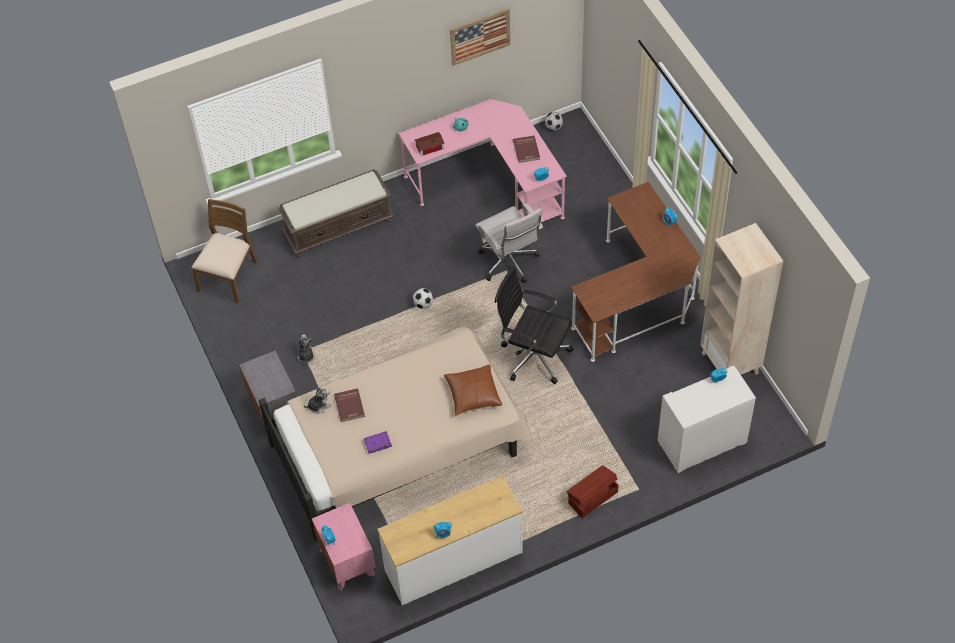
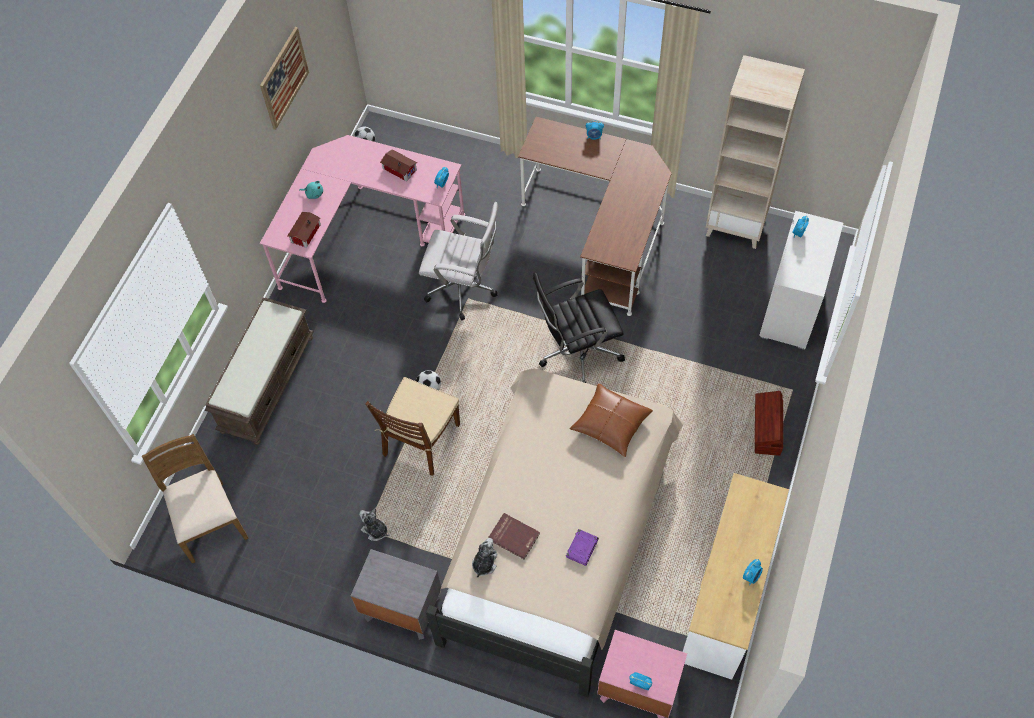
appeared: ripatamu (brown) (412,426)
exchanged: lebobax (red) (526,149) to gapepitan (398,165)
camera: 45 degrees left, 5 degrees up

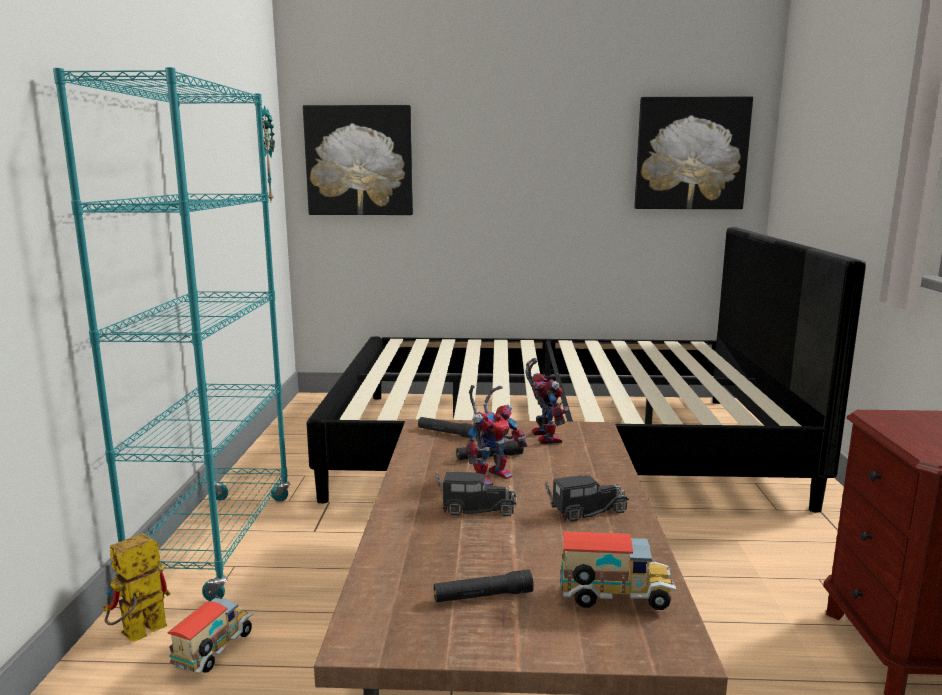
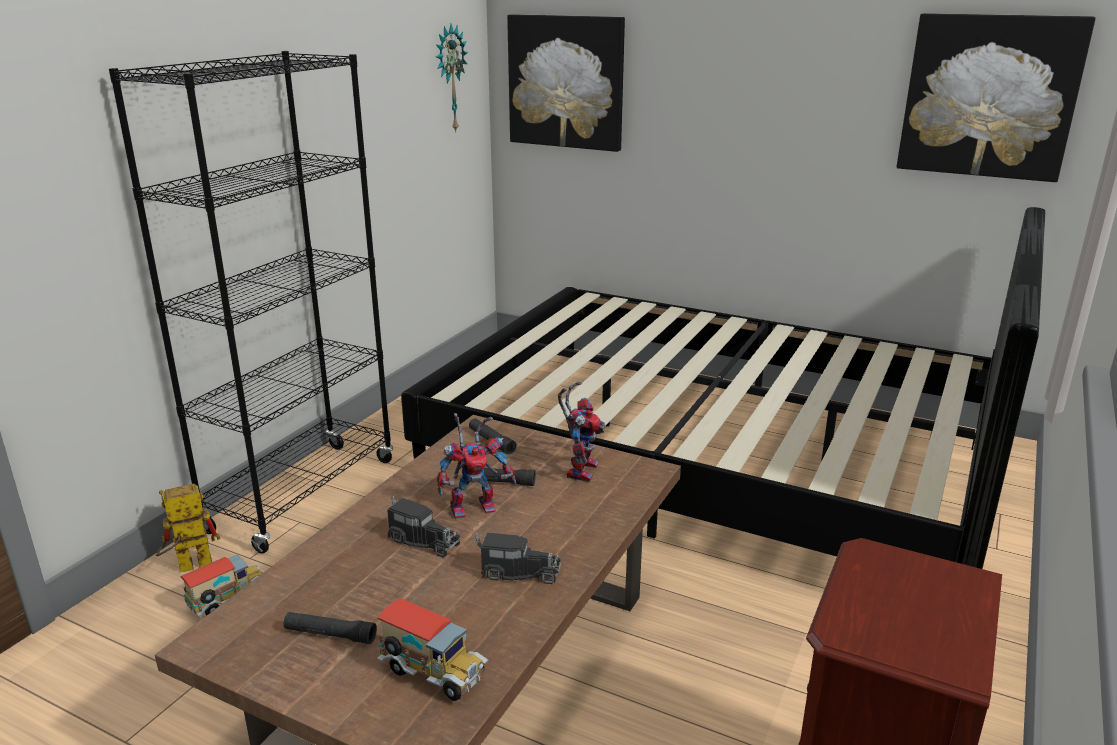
colour: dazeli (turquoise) (171,334) to dazeli (black) (251,302)
camera: 25 degrees right, 10 degrees up

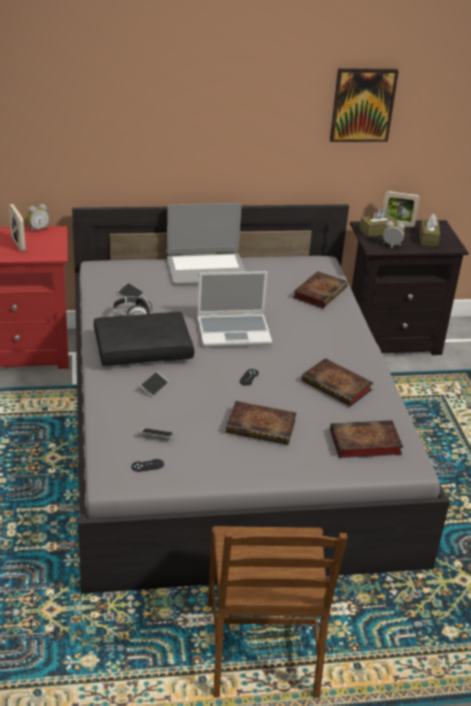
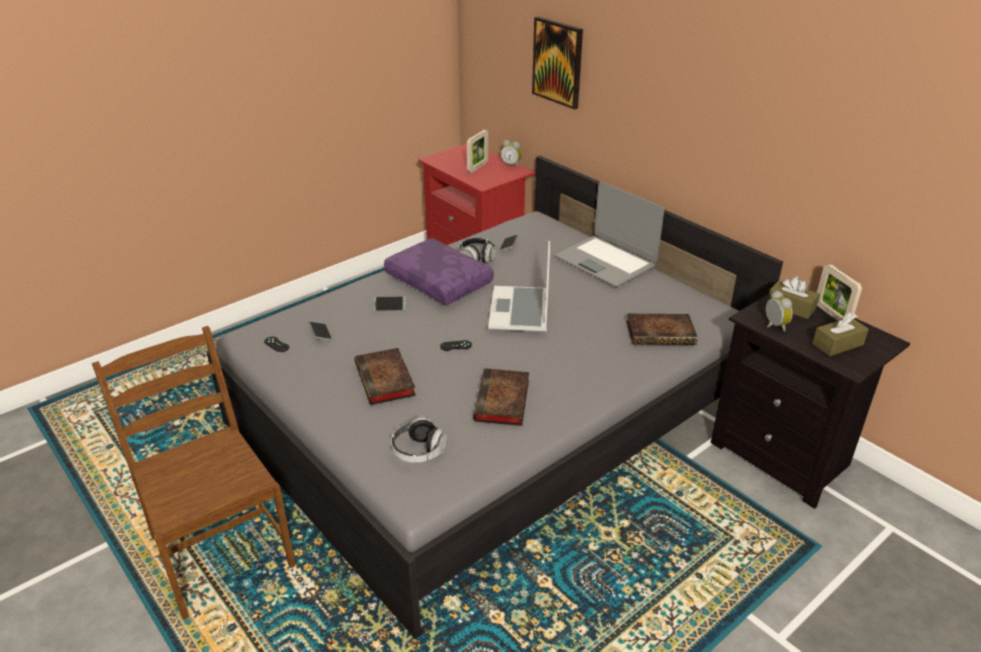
relocated: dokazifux (364,105) to (557,63)
exchanged: lebobax (366,439) to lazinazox (419,440)
colour: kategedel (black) (144,339) to kategedel (purple) (439,271)
spun: ripatamu (brown) (277,612) = (194,473) 90 degrees clockwise; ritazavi (234,309) = (519,286) 45 degrees clockwise
camera: 60 degrees right, 0 degrees up

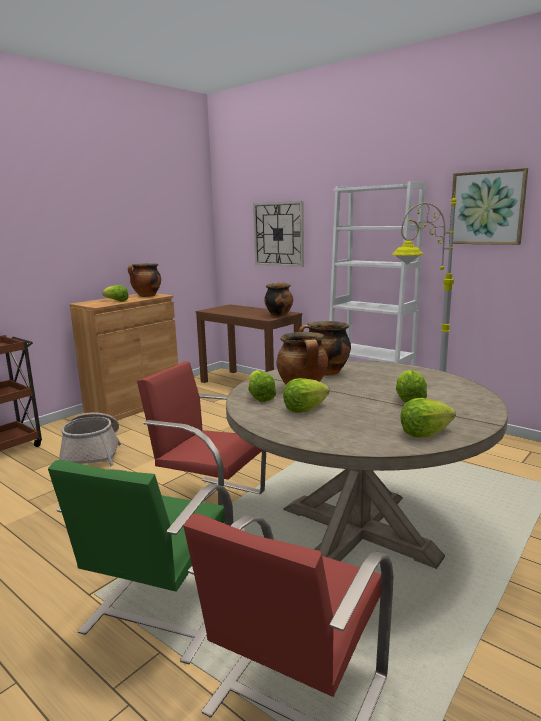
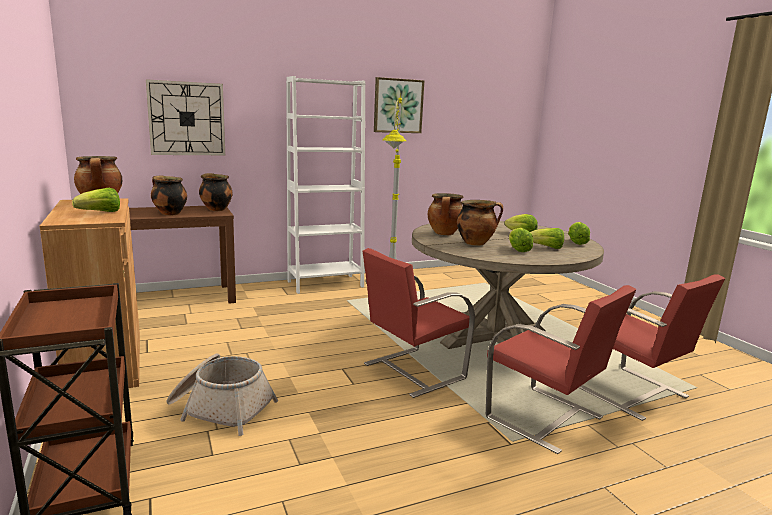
appeared: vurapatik (169,195)
relocated: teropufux (262,386) to (547,238)
colour: ripatamu (green) (140,562) to ripatamu (red) (561,369)
camera: 65 degrees left, 0 degrees up

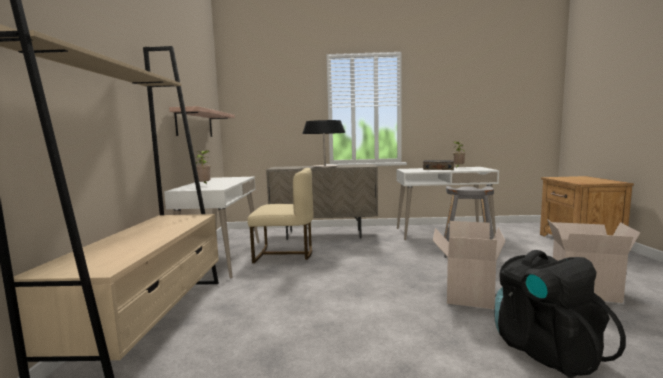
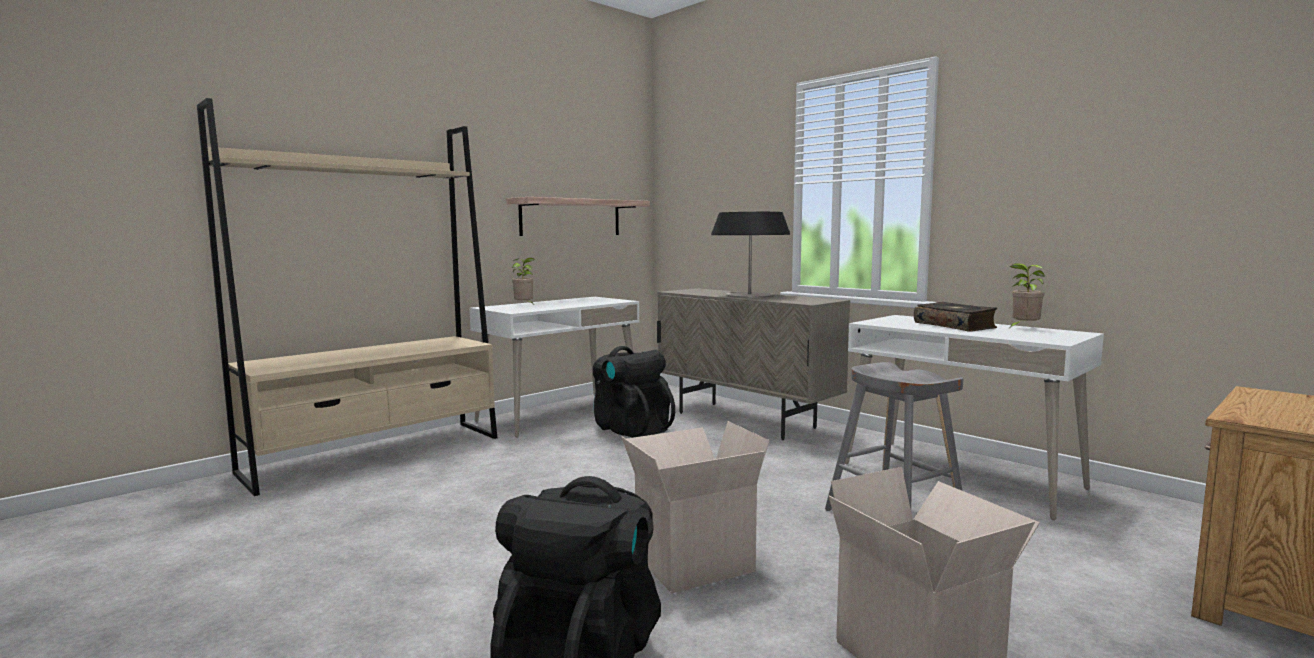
exchanged: ripatamu (beige) (280,215) to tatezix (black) (634,392)
camera: 45 degrees right, 0 degrees up

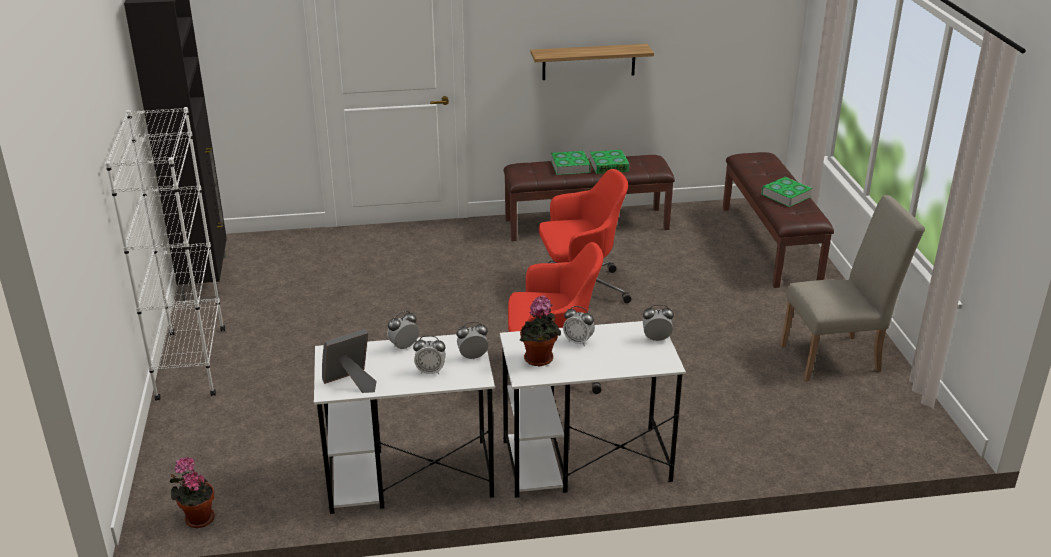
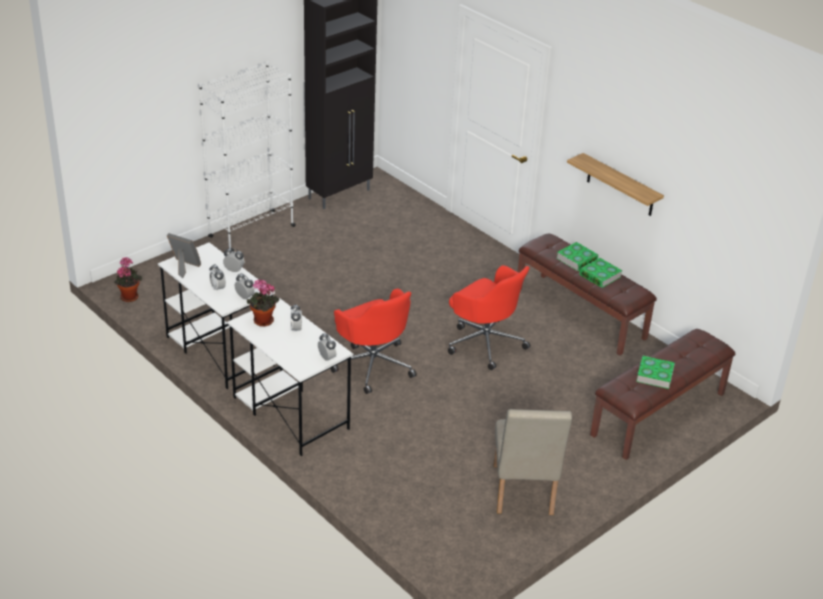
spun: ripatamu (beige) (852,288) = (533,462) 45 degrees clockwise
camera: 55 degrees right, 5 degrees up

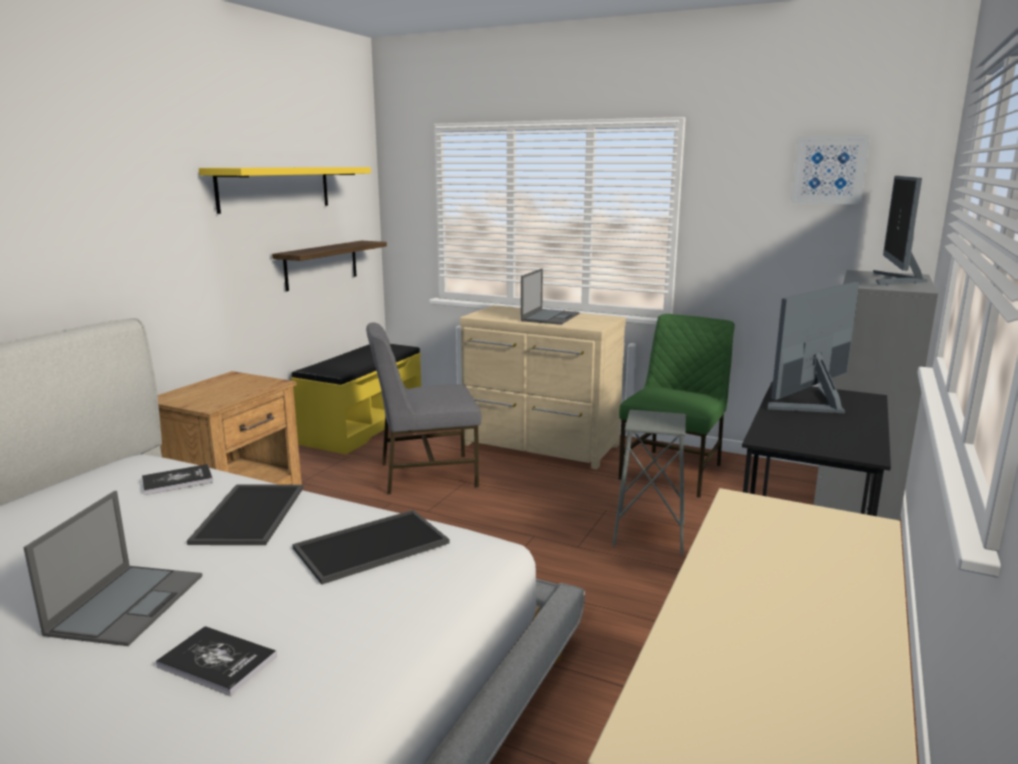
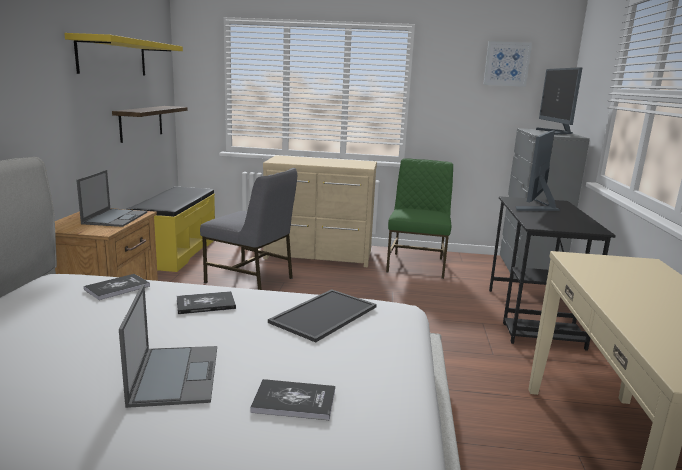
missing: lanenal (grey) (649,482)
relocated: ritazavi (550,297) to (111,198)
exchanged: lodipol (245,514) to lebobax (206,302)
spun: ripatamu (grey) (424,408) = (248,229) 120 degrees counterclockwise
camera: 20 degrees left, 0 degrees up

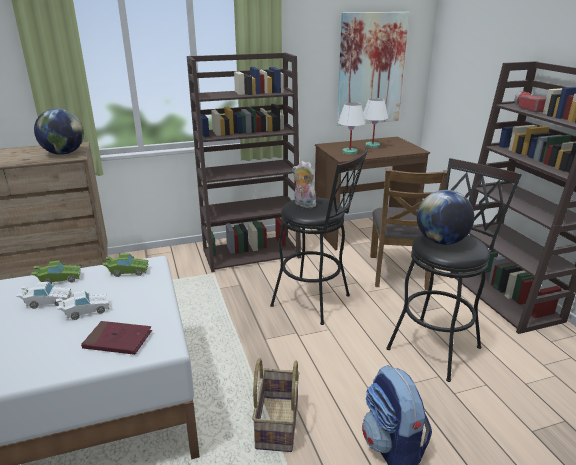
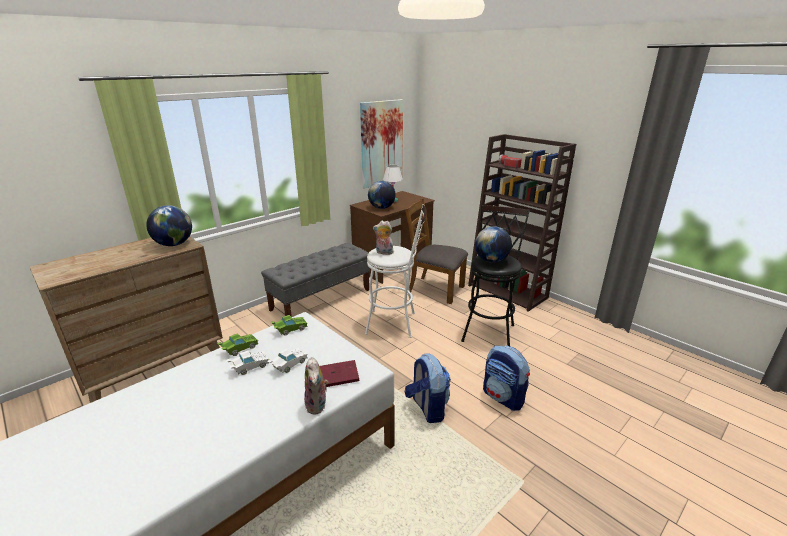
appeared: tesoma (316,385)
exchanged: dazeli (brown) (244,162) to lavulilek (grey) (315,280); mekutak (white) (352,128) to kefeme (382,195); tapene (275,405) to tatezix (428,388)
colour: lanenal (black) (319,236) to lanenal (white) (396,271)
spun: ripatamu (brown) (408,229) = (436,251) 135 degrees clockwise
camera: 25 degrees left, 0 degrees up

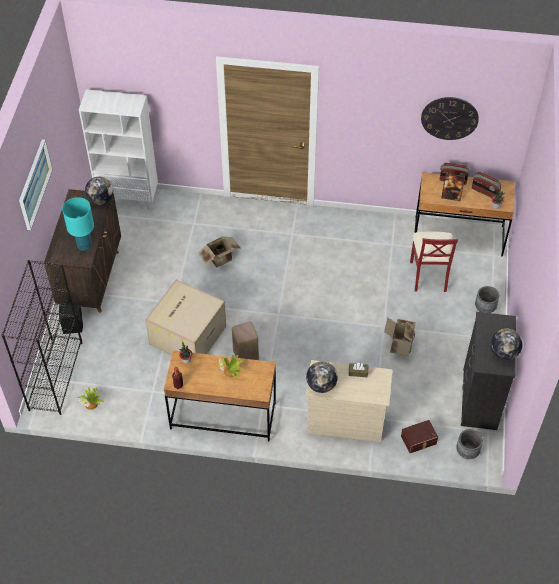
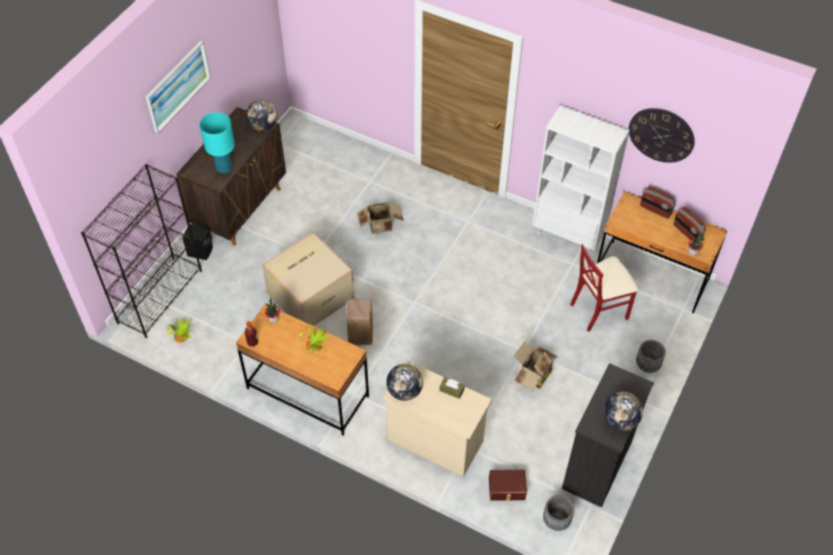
missing: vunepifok (453,187)
relocated: dazeli (white) (118,150) to (581,179)
spun: ripatamu (red) (434,261) = (604,288) 45 degrees clockwise
camera: 20 degrees right, 0 degrees up

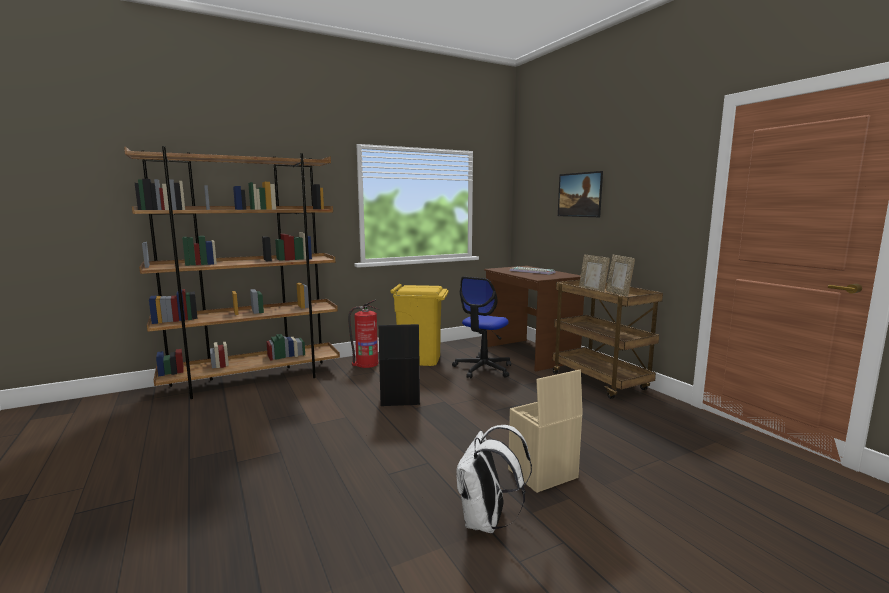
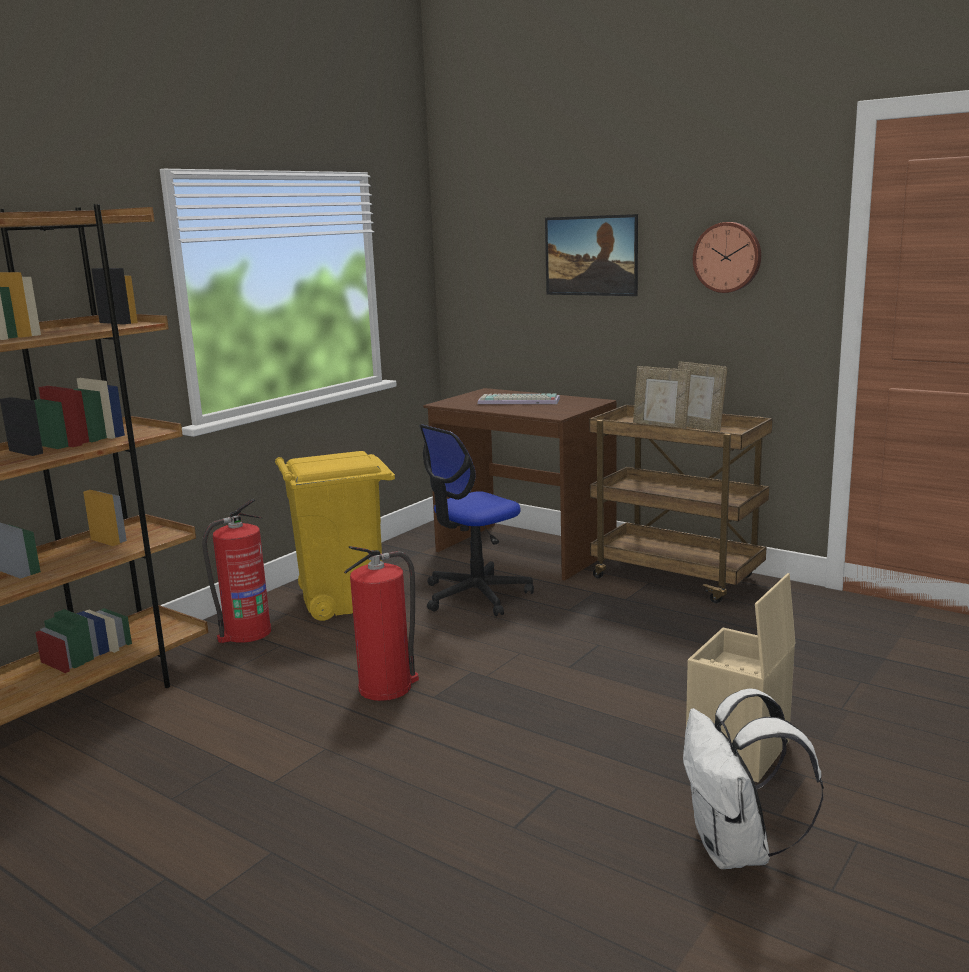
appeared: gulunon (727,257)
exchanged: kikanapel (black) (399,365) to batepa (381,623)
spun: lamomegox (481,327) = (476,520) 45 degrees clockwise
camera: 25 degrees left, 5 degrees up

